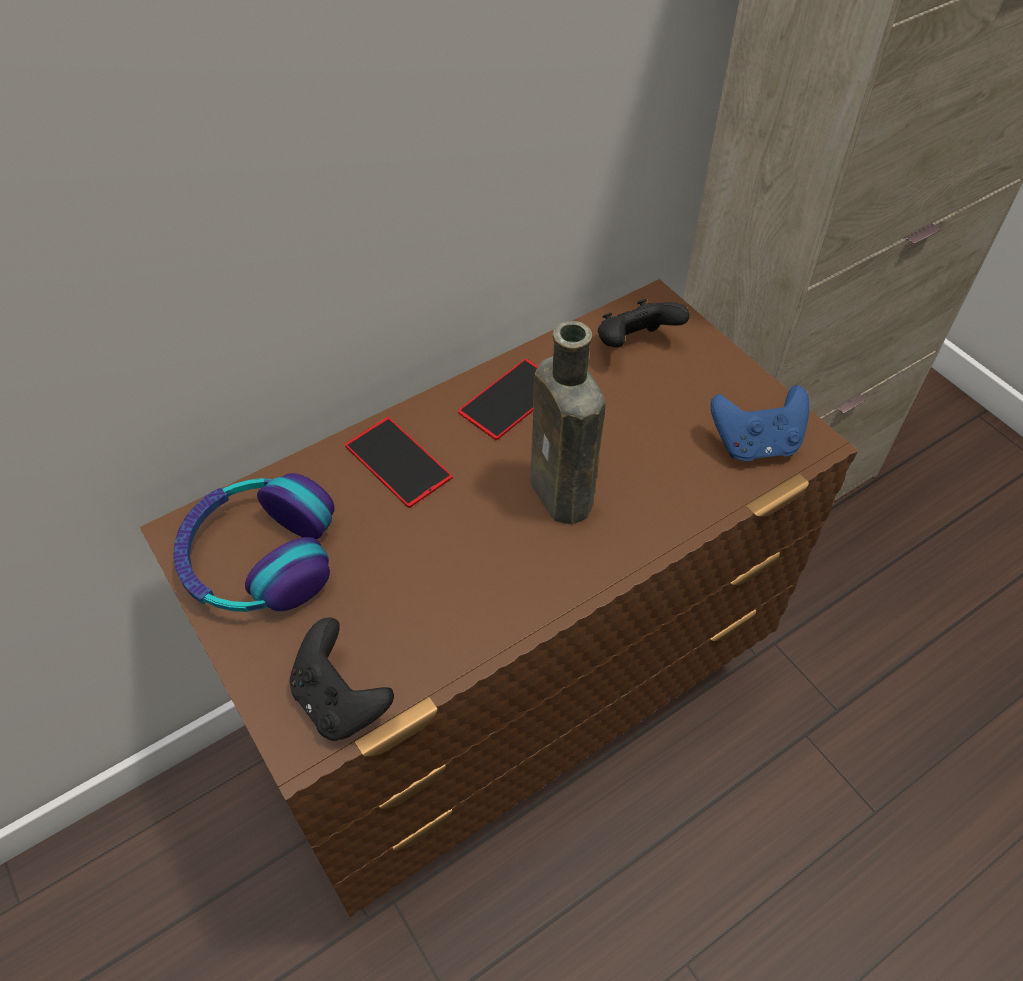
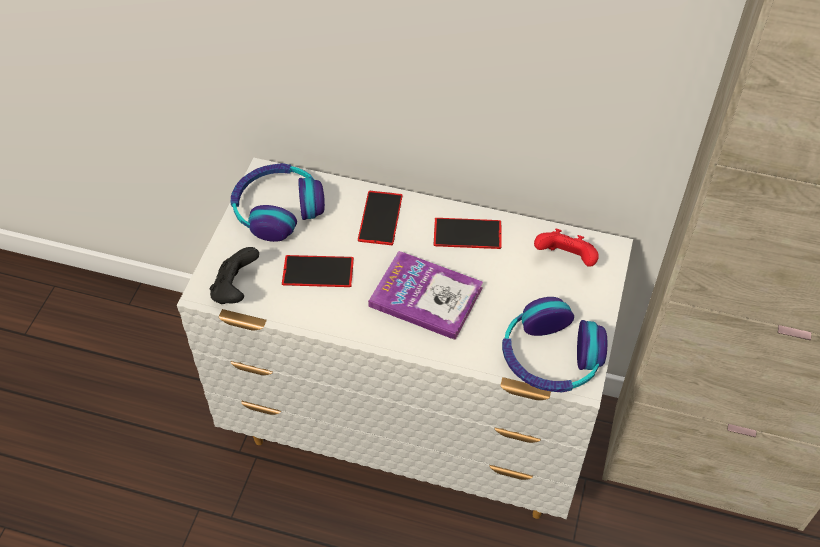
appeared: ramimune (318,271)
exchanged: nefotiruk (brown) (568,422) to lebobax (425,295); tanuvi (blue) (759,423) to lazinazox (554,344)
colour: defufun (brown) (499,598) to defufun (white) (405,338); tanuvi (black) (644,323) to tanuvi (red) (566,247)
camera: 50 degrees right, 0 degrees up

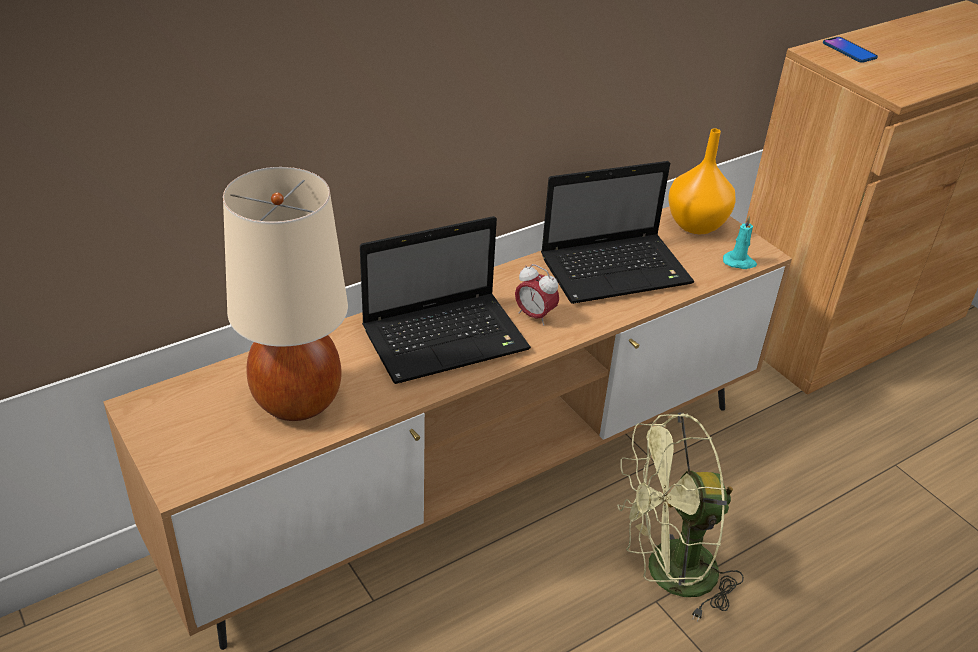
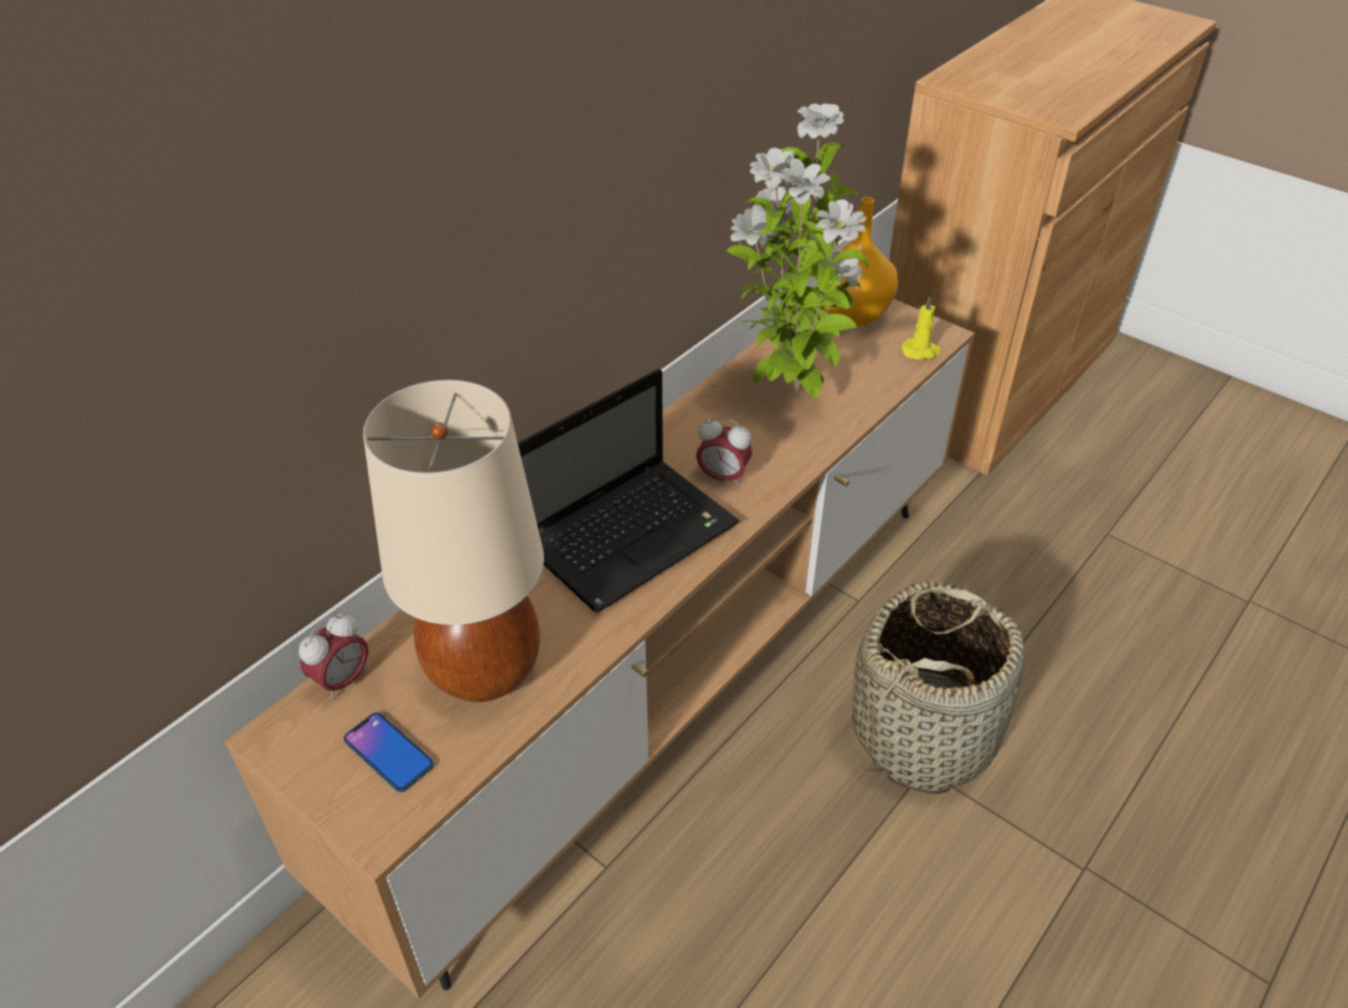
appeared: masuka (333,656)
relocated: ramimune (850,50) to (388,752)
exchanged: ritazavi (617,232) to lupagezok (797,251); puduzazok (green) (680,517) to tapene (938,687)
colour: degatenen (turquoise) (740,242) to degatenen (yellow) (921,328)
camera: 15 degrees left, 5 degrees up

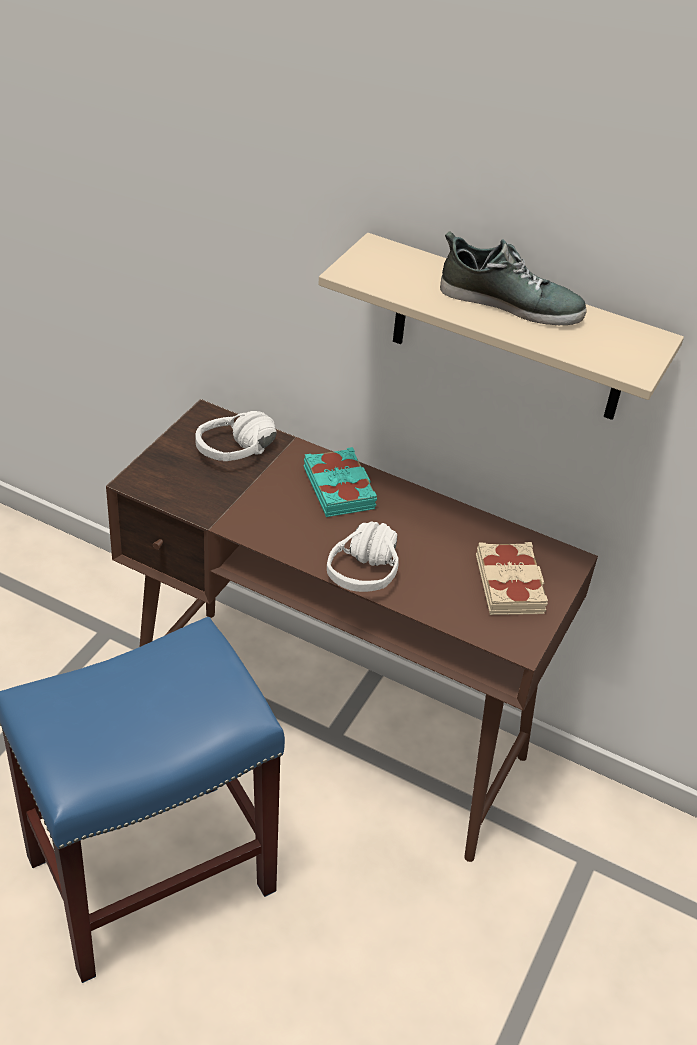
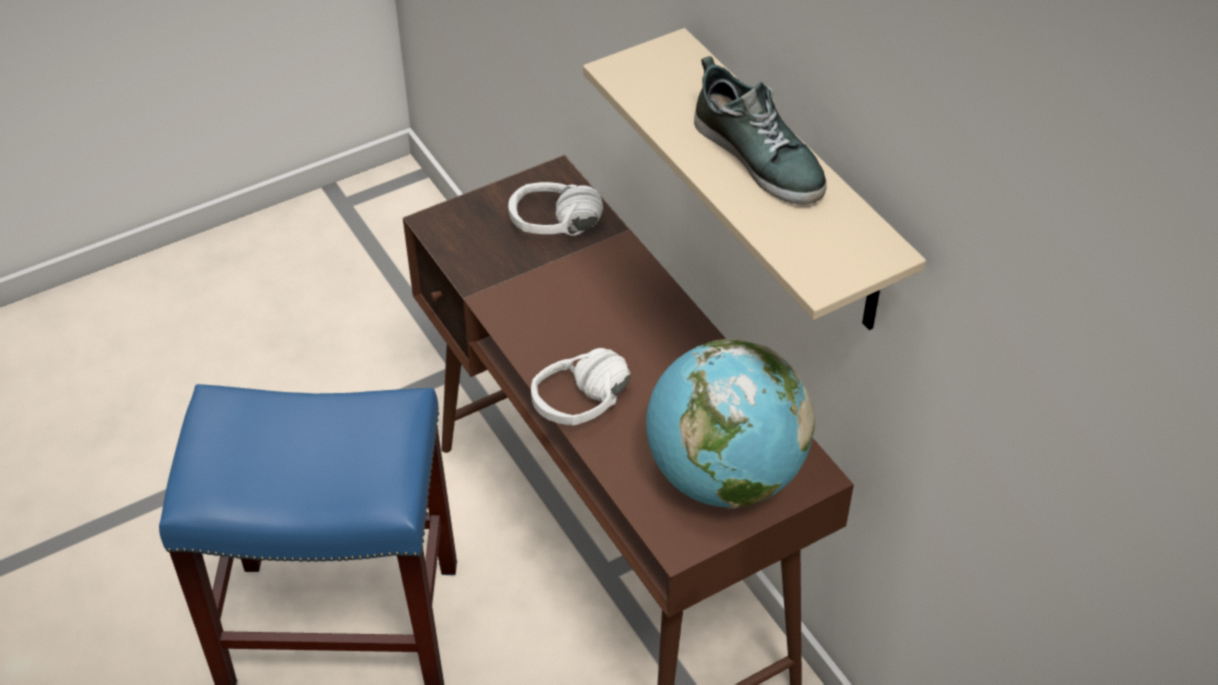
missing: lebobax (turquoise) (340,482)
exchanged: lebobax (beige) (512,578) to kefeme (730,424)
camera: 35 degrees right, 5 degrees up

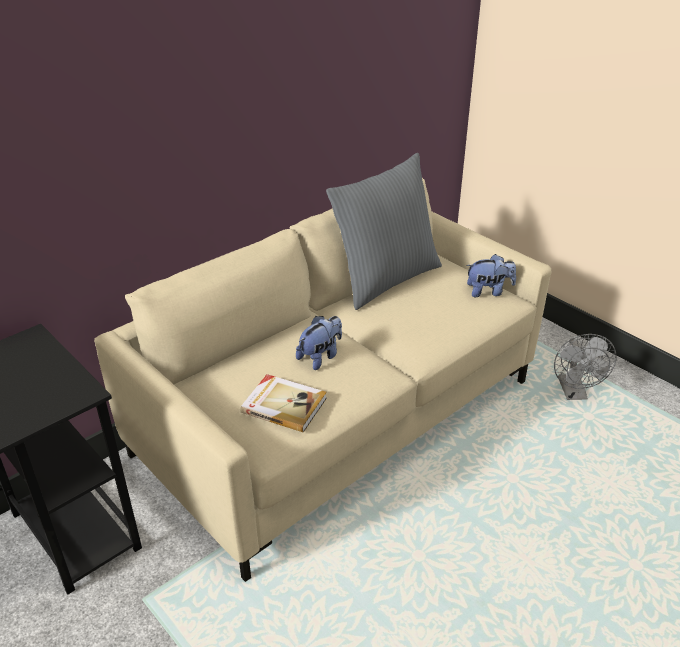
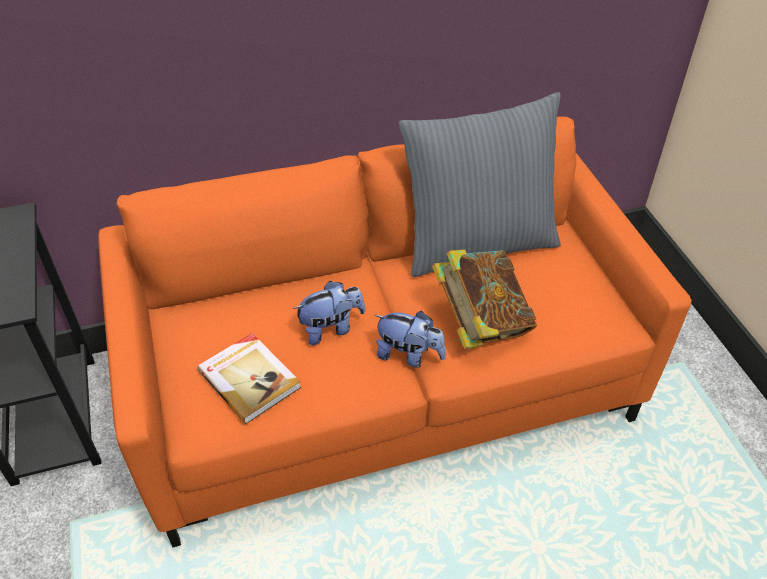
missing: puduzazok (grey) (585,367)
appeared: lebobax (484,299)
relocated: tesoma (491,275) to (410,339)
colour: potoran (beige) (322,380) to potoran (orange) (395,331)
camera: 25 degrees right, 10 degrees up

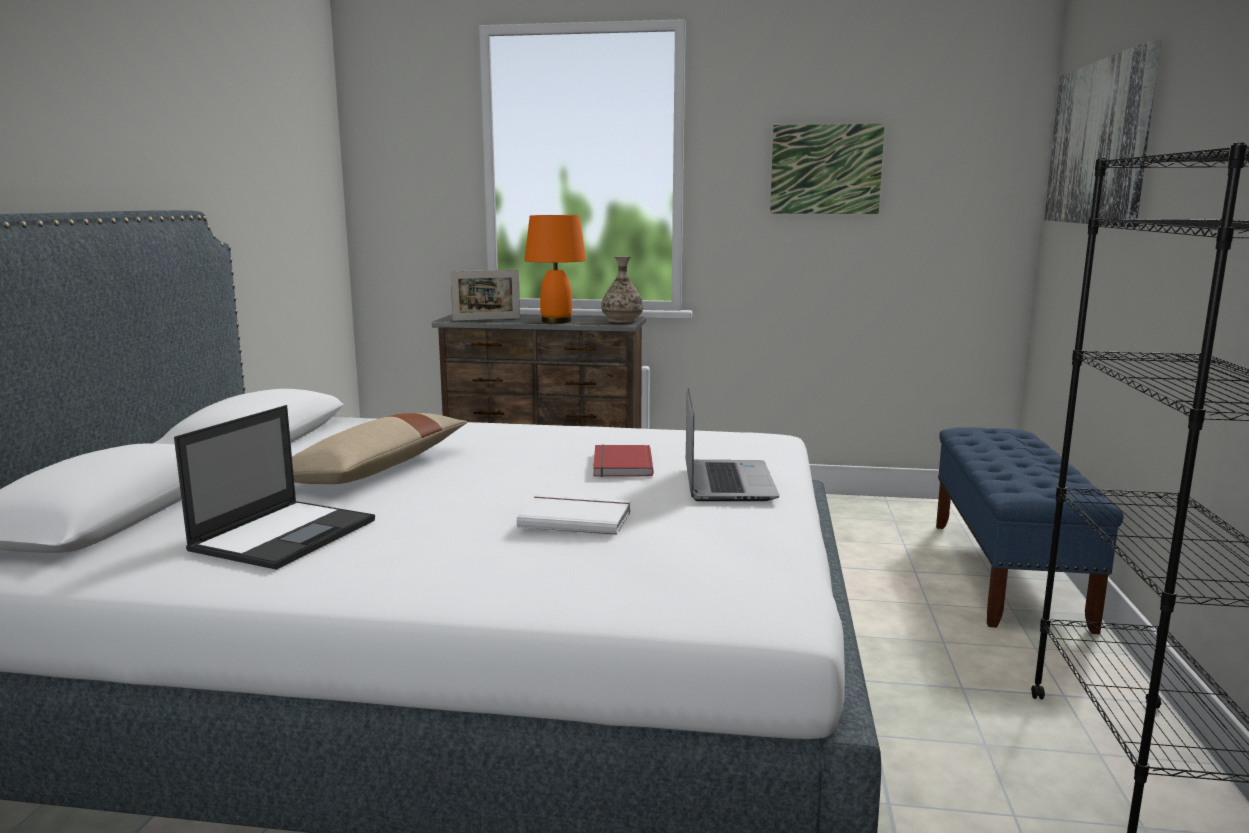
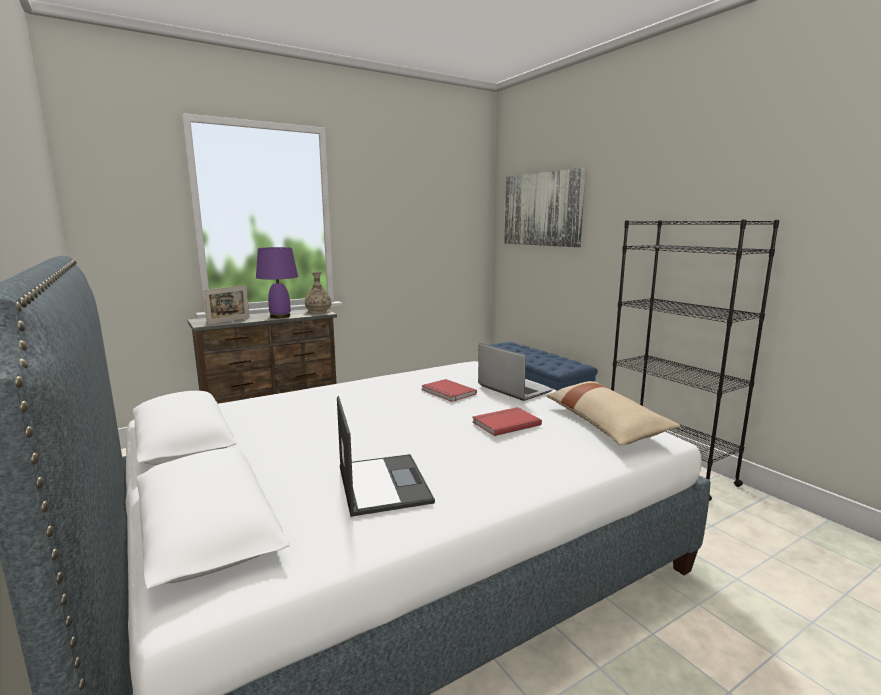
missing: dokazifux (827,169)
relocated: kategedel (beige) (379,448) to (613,413)
colour: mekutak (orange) (555,269) to mekutak (purple) (277,282); lebobax (white) (574,514) to lebobax (red) (507,421)
camera: 40 degrees left, 0 degrees up

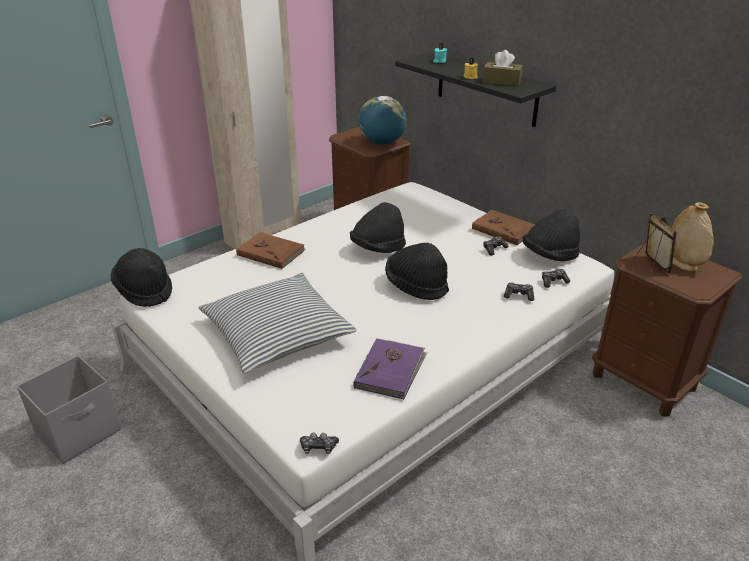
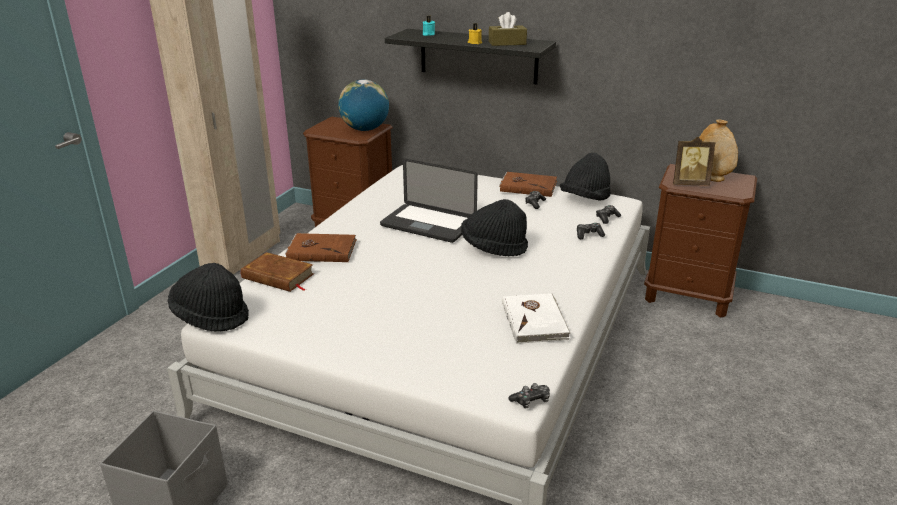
missing: kategedel (278,323)
appeared: lebobax (brown) (277,272)
exchanged: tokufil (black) (378,227) to ritazavi (429,201)
colour: lebobax (purple) (390,368) to lebobax (white) (536,318)
spun: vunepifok (655,244) = (694,161) 135 degrees clockwise
camera: 25 degrees left, 5 degrees down

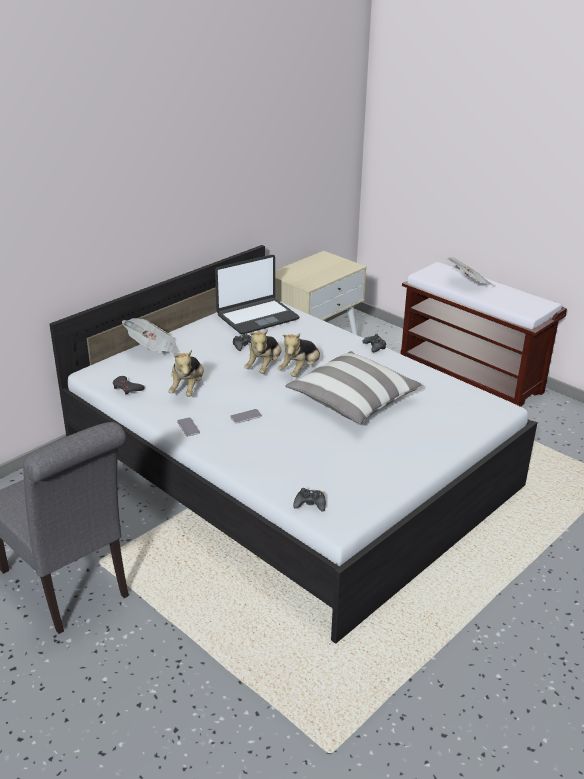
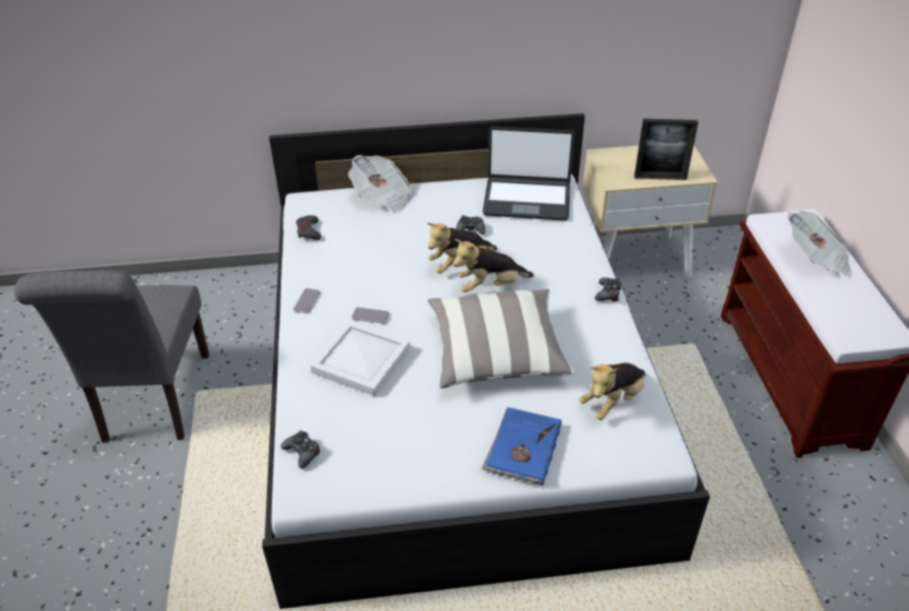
appeared: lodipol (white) (360,358); lebobax (blue) (521,446); vunepifok (666,149)
relocated: tesoma (186,373) to (612,391)
camera: 40 degrees right, 10 degrees up

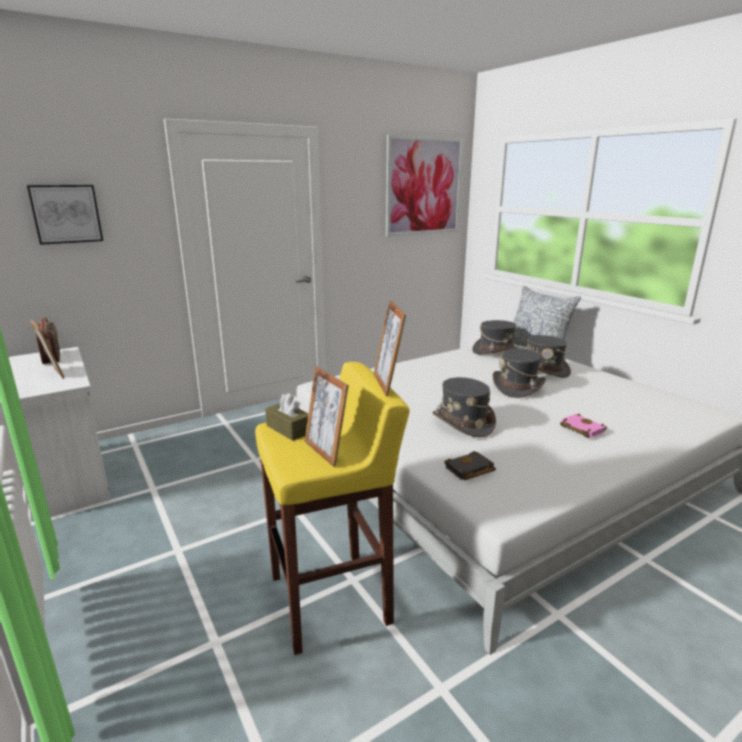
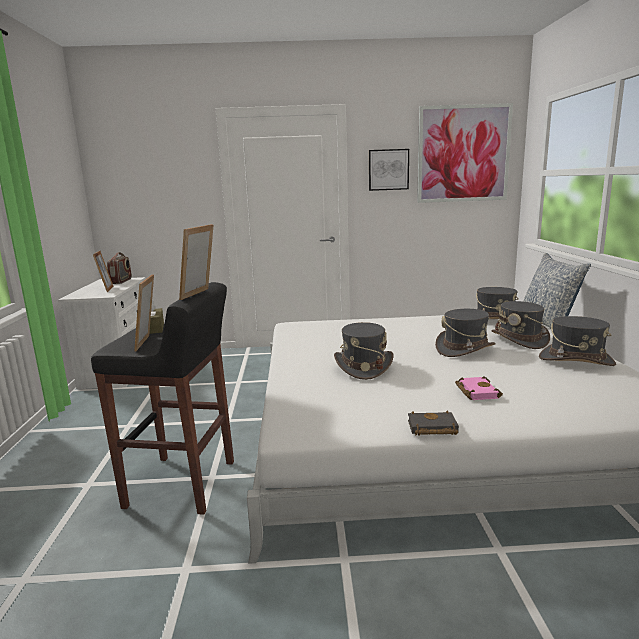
appeared: tokufil (grey) (577,341)
relocated: dokazifux (65,215) to (389,170); lebobax (black) (470,466) to (433,423)
colour: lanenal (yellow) (332,508) to lanenal (black) (162,398)
camera: 30 degrees right, 5 degrees down

